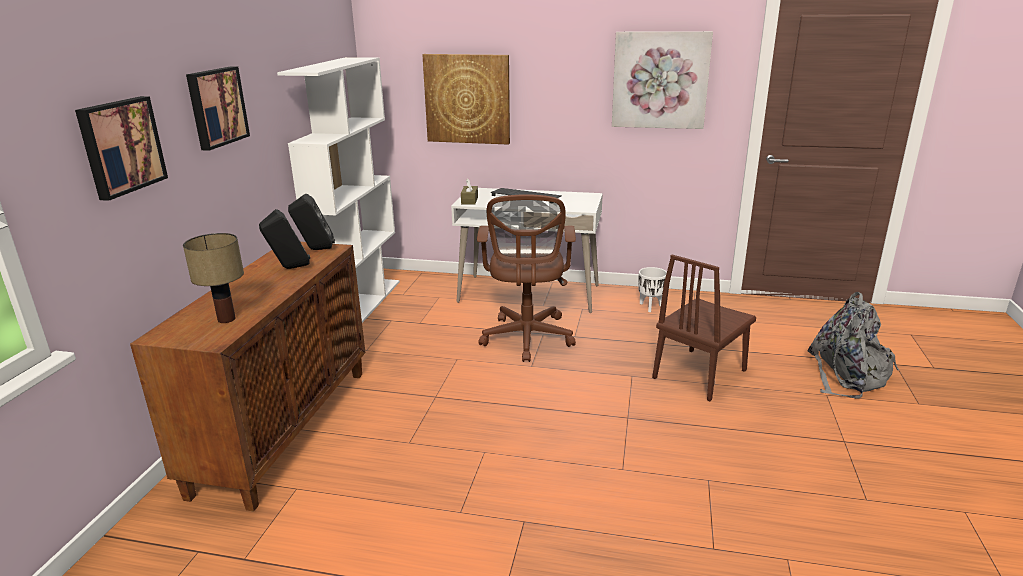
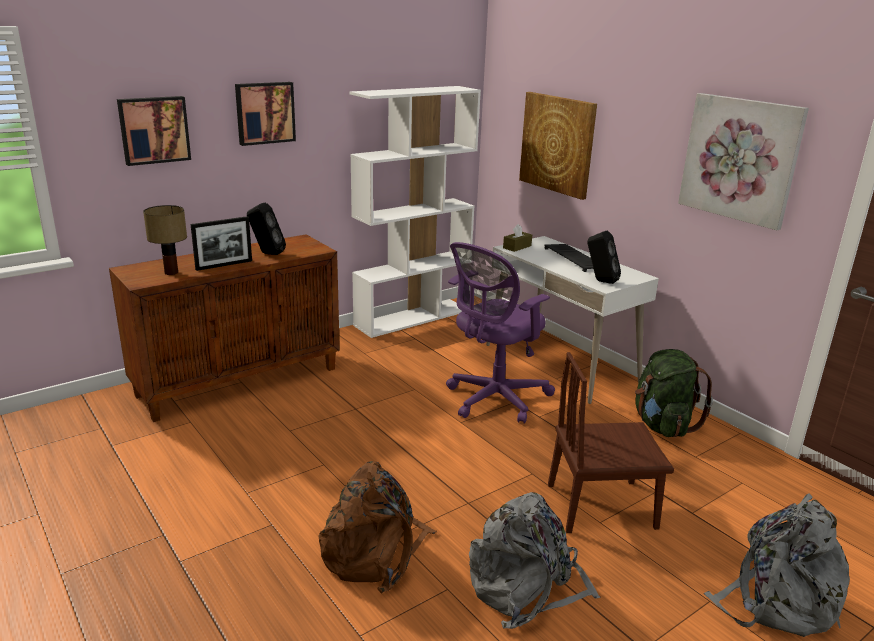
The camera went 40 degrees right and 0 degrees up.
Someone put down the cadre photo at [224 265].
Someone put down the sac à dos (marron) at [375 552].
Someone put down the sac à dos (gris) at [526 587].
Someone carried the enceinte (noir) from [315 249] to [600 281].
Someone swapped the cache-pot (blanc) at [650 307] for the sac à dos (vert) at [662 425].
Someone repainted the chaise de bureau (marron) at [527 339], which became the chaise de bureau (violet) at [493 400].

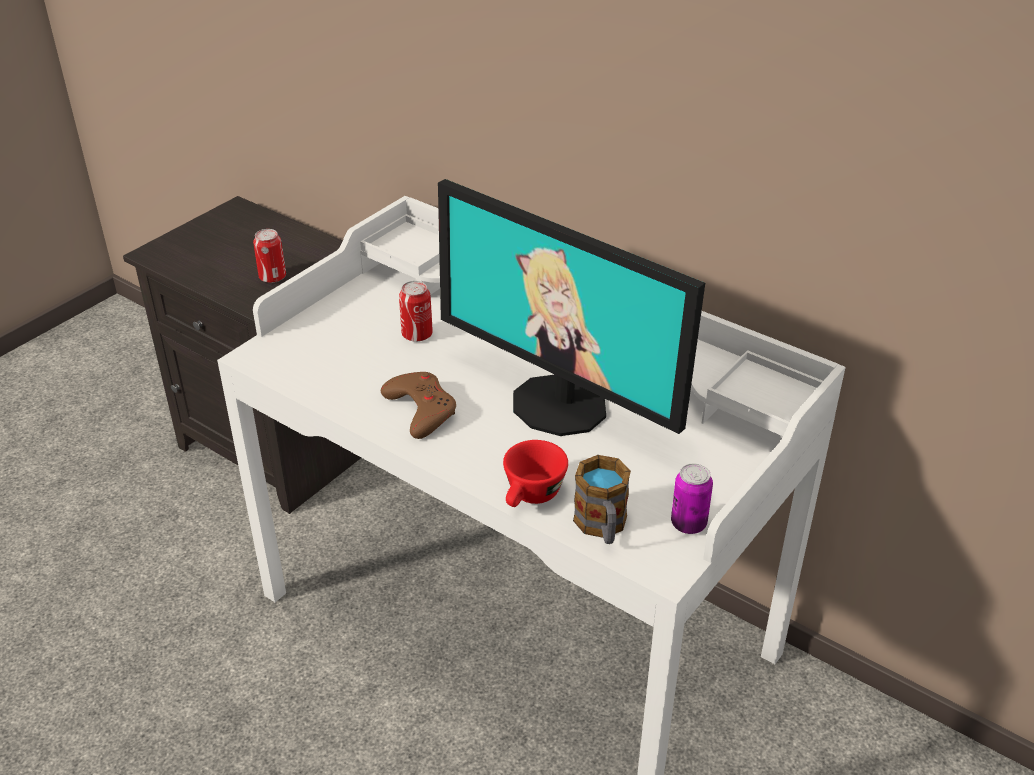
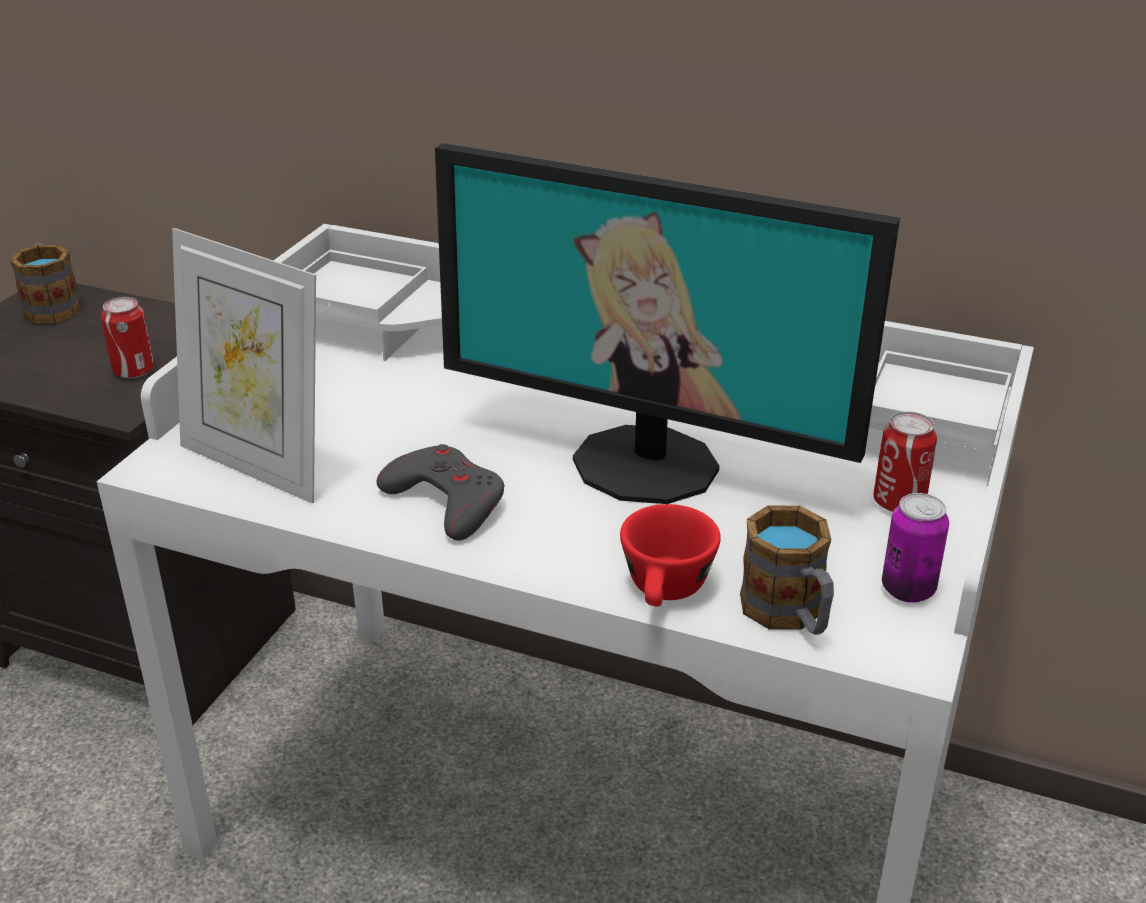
The camera went 15 degrees left and 5 degrees down.
Someone put down the mug at [52 306].
Someone put down the cadre photo at [258 464].
Someone carried the boîte métallique from [417 335] to [898 502].
Someone repainted the manette (marron) at [421 409], which became the manette (gris) at [446 500].

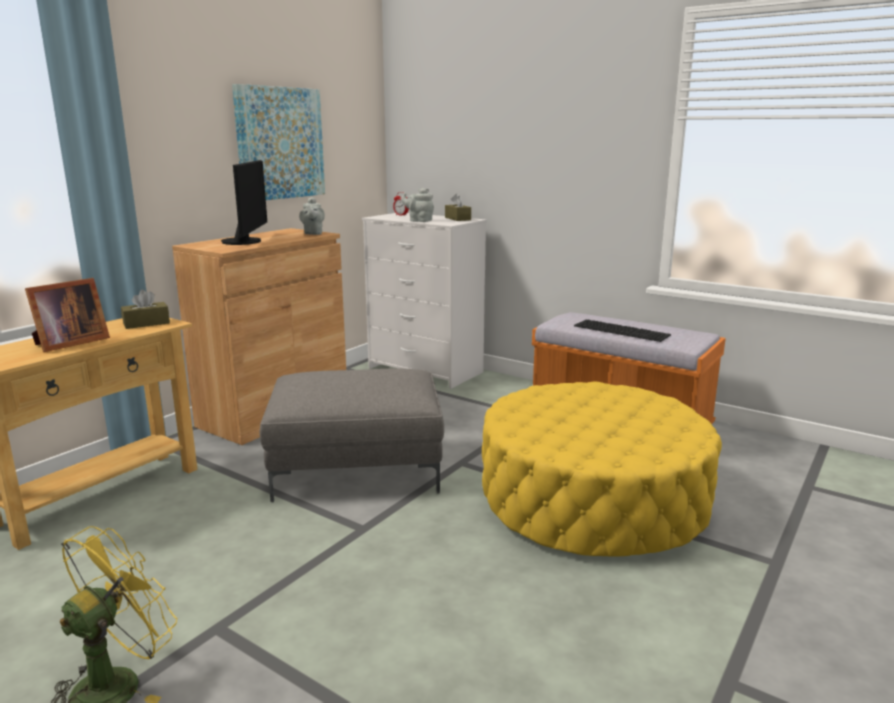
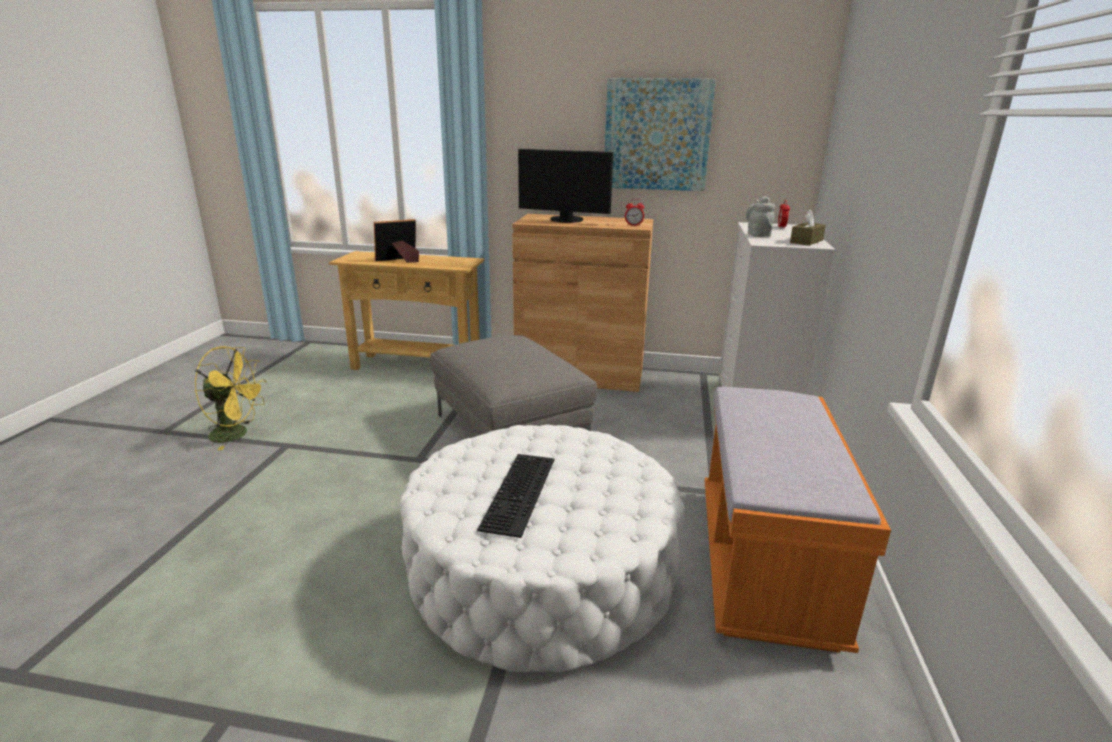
The camera went 65 degrees right and 5 degrees up.
Someone took away the boîte à mouchoirs (marron) at [146 323].
Someone carried the clavier from [622 330] to [521 493].
Someone swapped the théière (gris) at [313 233] for the réveil at [633 225].
Someone repainted the pouf (jaune) at [592 499], which became the pouf (blanc) at [541 571].
Someone rotated the cadre photo at [68 343] by 135 degrees clockwise.
Someone rotated the écran d'ordinateur at [246 241] by 45 degrees clockwise.

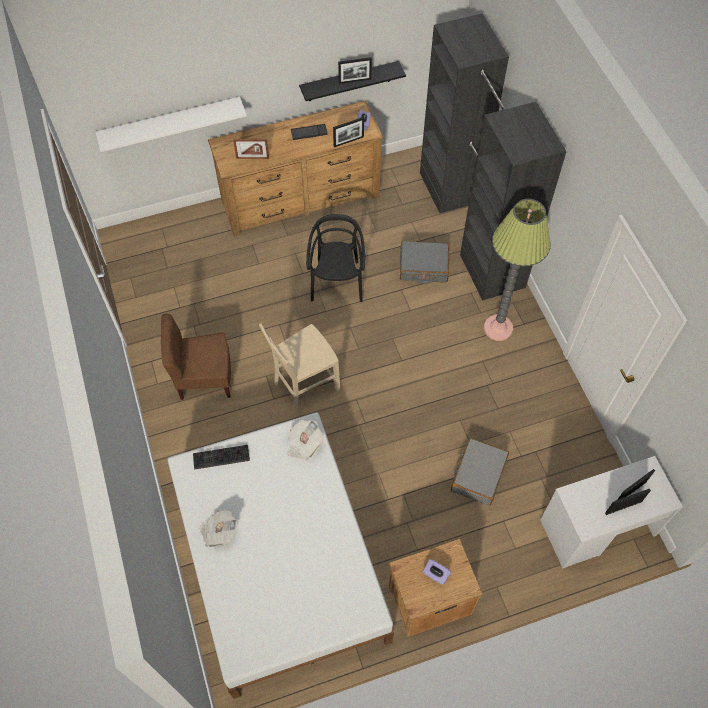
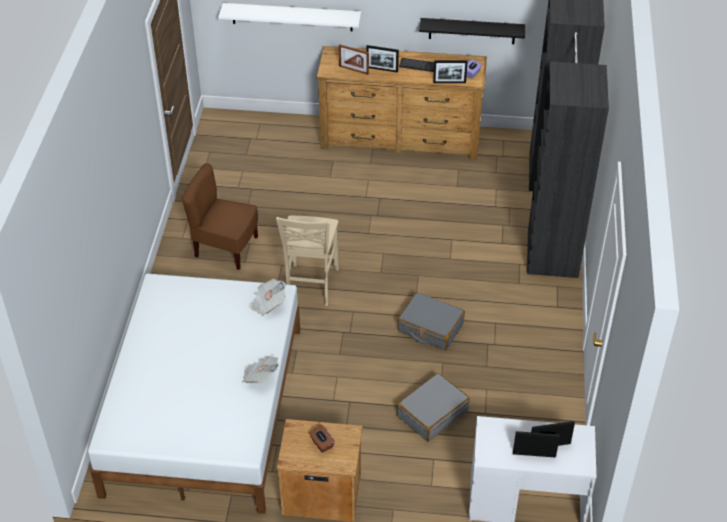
The camera went 25 degrees right and 15 degrees down.
Someone took away the clavier at [220 458].
Someone took away the chaise (noir) at [337 282].
Someone took away the lampadaire at [498 328].
Someone carried the journal from [219 532] to [260 376].
Someone carried the cadre photo from [355 81] to [382 69].
Someone carried the valise (gris) from [423 267] to [430 328].
Someone repainted the boîte à mouchoirs (violet) at [435 574], which became the boîte à mouchoirs (marron) at [322 444].
Someone rotated the chaise (beige) at [304 387] by 75 degrees counterclockwise.

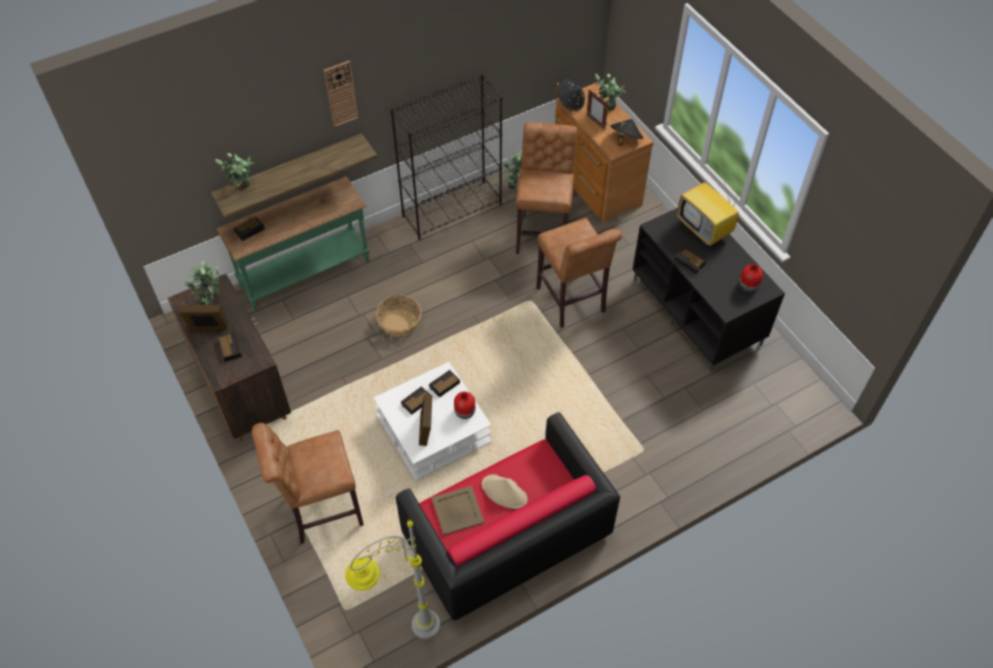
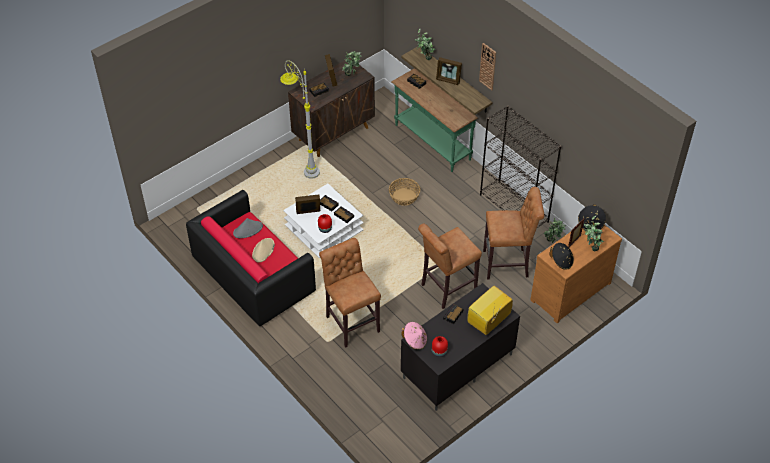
The camera went 80 degrees right and 5 degrees down.
Someone put down the chapeau (rose) at [415 341].
Someone put down the cadre photo at [448 80].
Someone carried the tabouret (marron) from [320 511] to [351 322].
Someone carried the lampadaire (gris) from [404 637] to [303 165].
Someone swapped the plateau (beige) at [457 510] for the chapeau (gris) at [248 230].

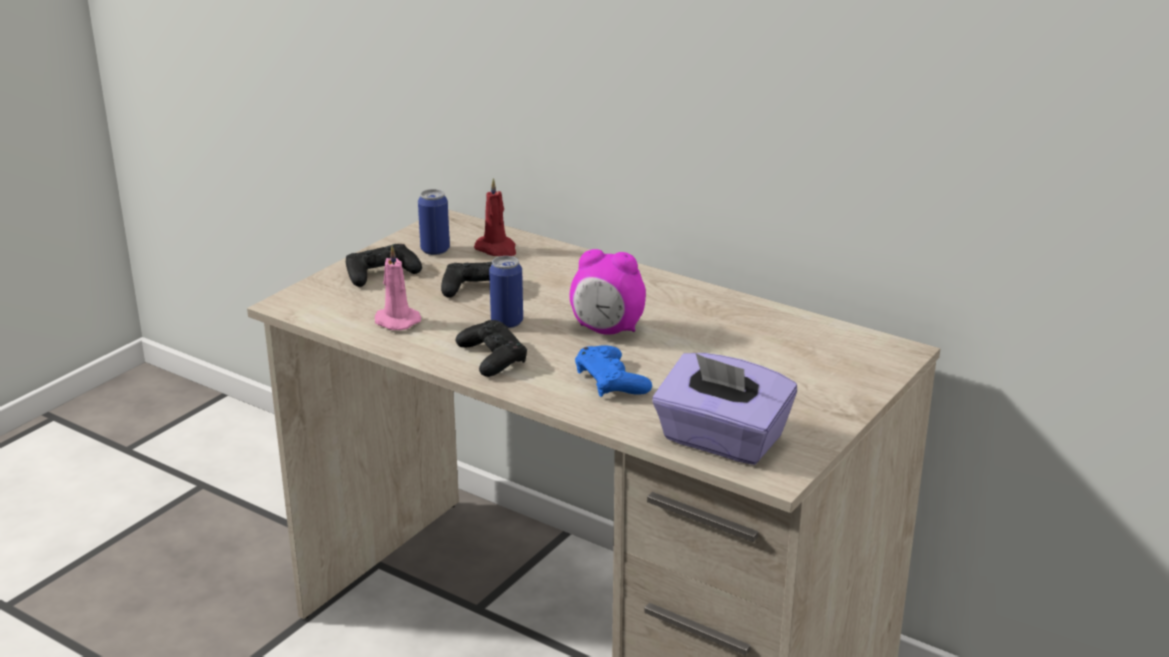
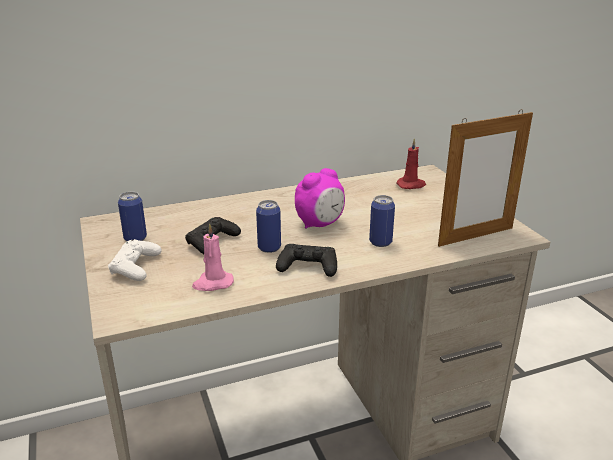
The camera went 55 degrees left and 0 degrees up.
Someone carried the bougie (rouge) from [497 249] to [411 185].
Someone swapped the manette (bleu) at [611 381] for the boîte métallique at [380 242].
Someone swapped the boîte à mouchoirs (violet) at [721 441] for the cadre photo at [476 236].
Someone repainted the manette (noir) at [381 274], which became the manette (blanc) at [136 266].

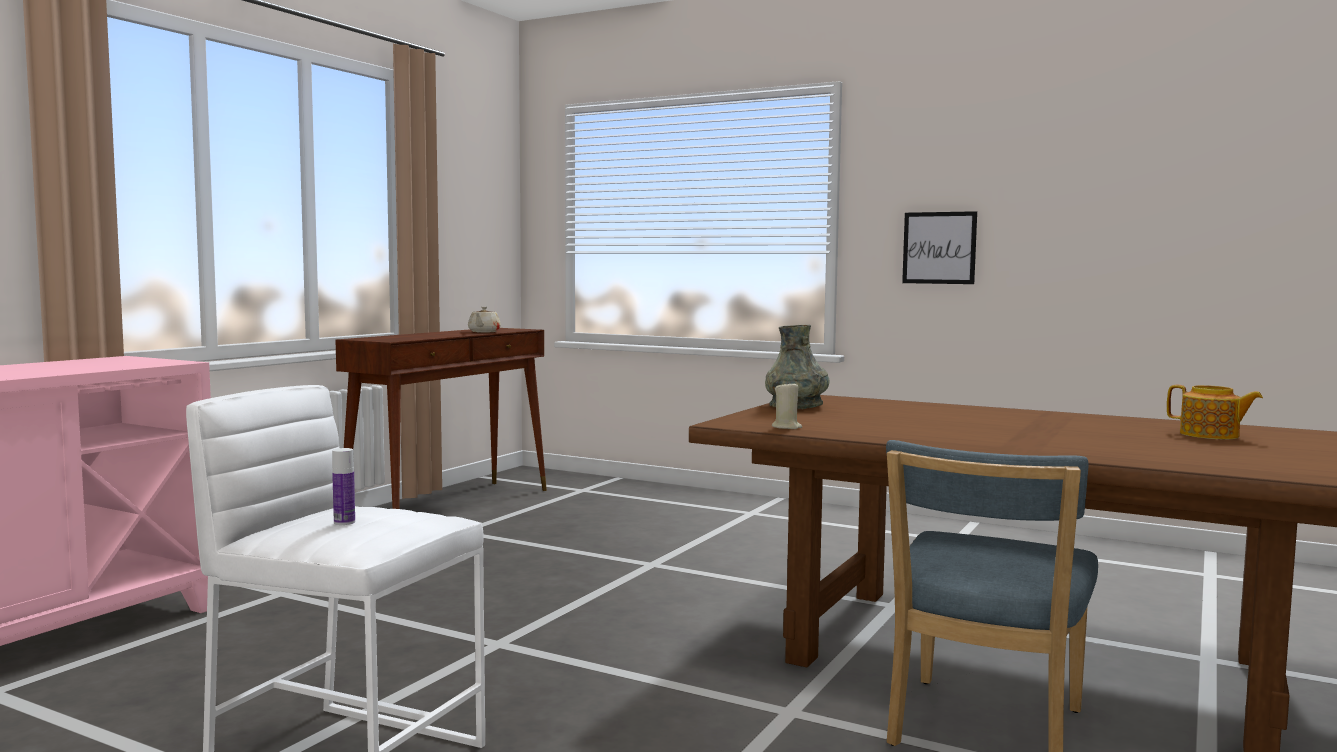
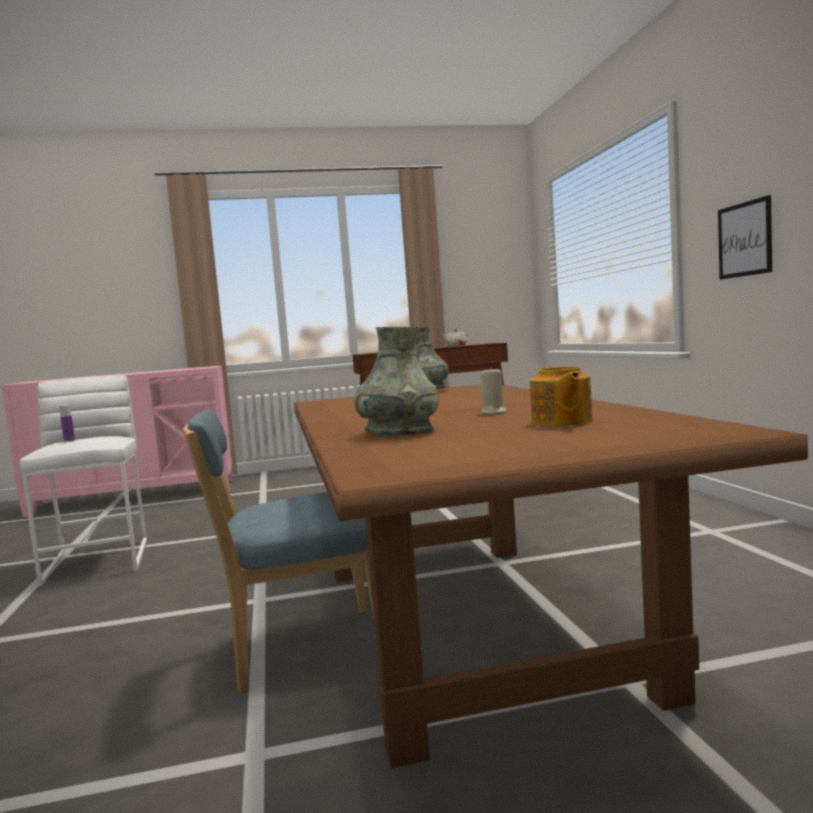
The camera went 50 degrees right and 0 degrees up.
Someone put down the vase (gris) at [399 432].
Someone carried the bougie (beige) from [786 427] to [494 412].

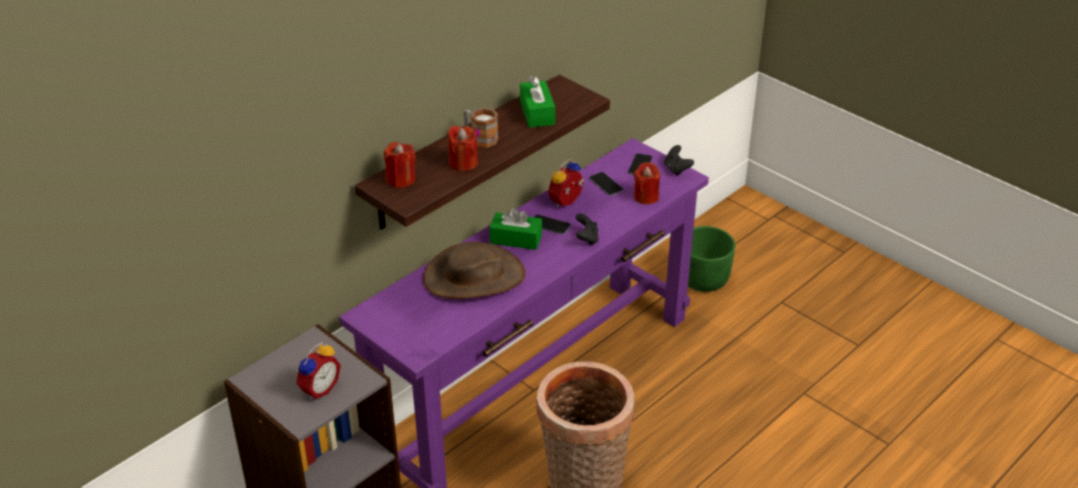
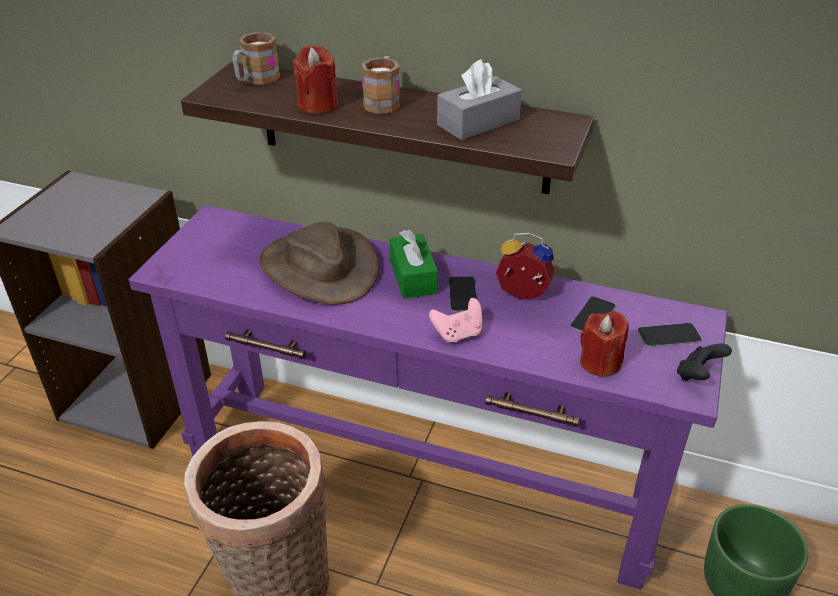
The camera went 65 degrees right and 0 degrees up.
Someone took away the réveil at [318 389].
Someone swapped the bougie (rouge) at [401 179] for the mug at [256 80].
Someone repainted the boîte à mouchoirs (vert) at [537 113], which became the boîte à mouchoirs (gris) at [478 122].
Someone repainted the manette (noir) at [586 238], which became the manette (rose) at [458 334].

